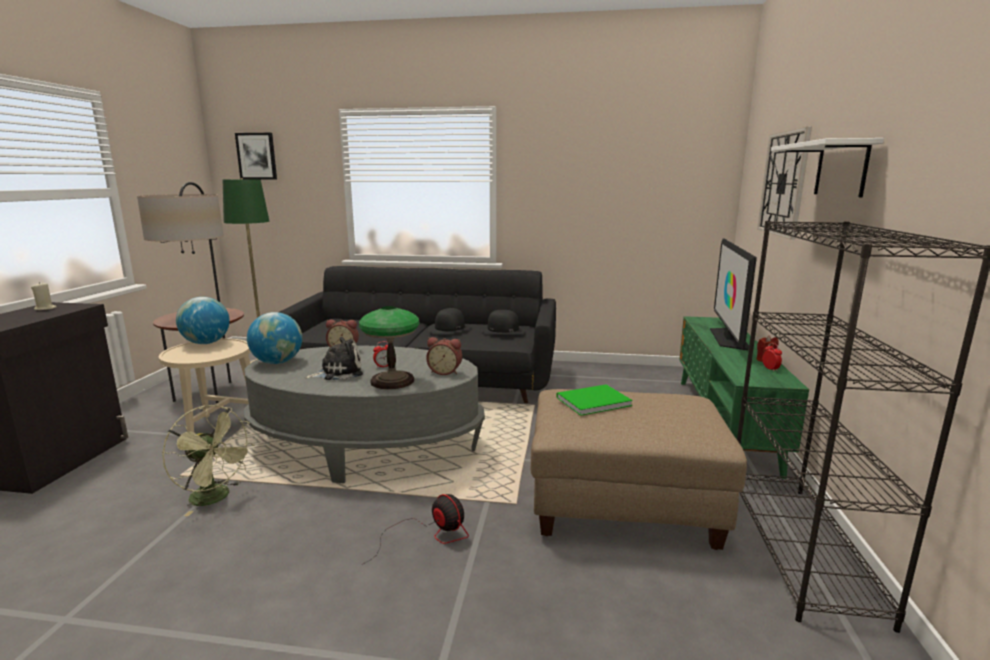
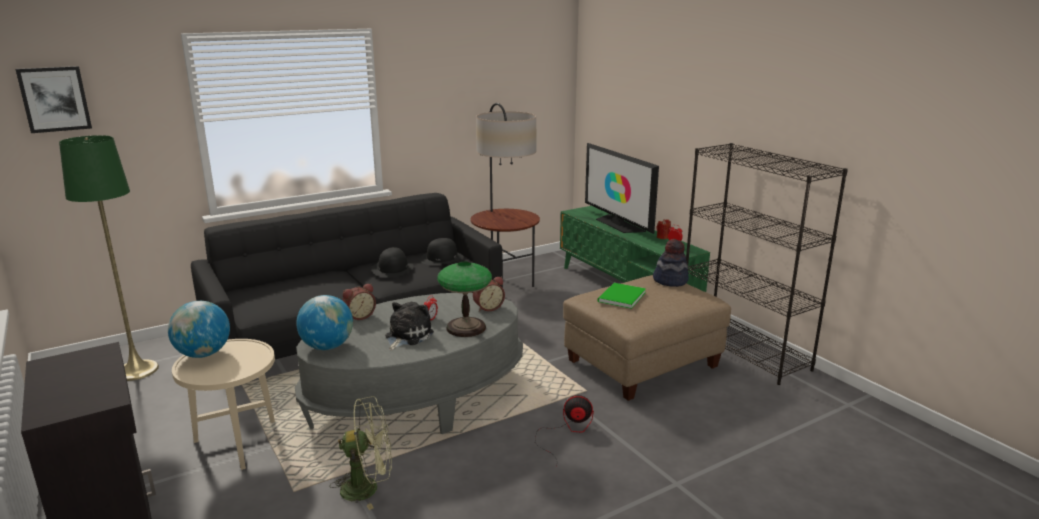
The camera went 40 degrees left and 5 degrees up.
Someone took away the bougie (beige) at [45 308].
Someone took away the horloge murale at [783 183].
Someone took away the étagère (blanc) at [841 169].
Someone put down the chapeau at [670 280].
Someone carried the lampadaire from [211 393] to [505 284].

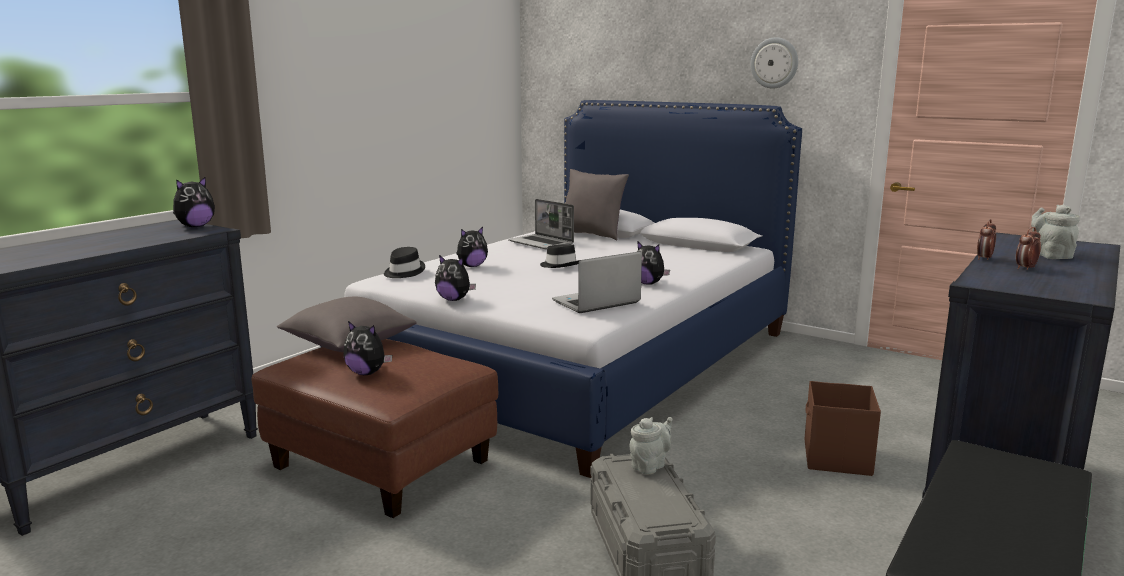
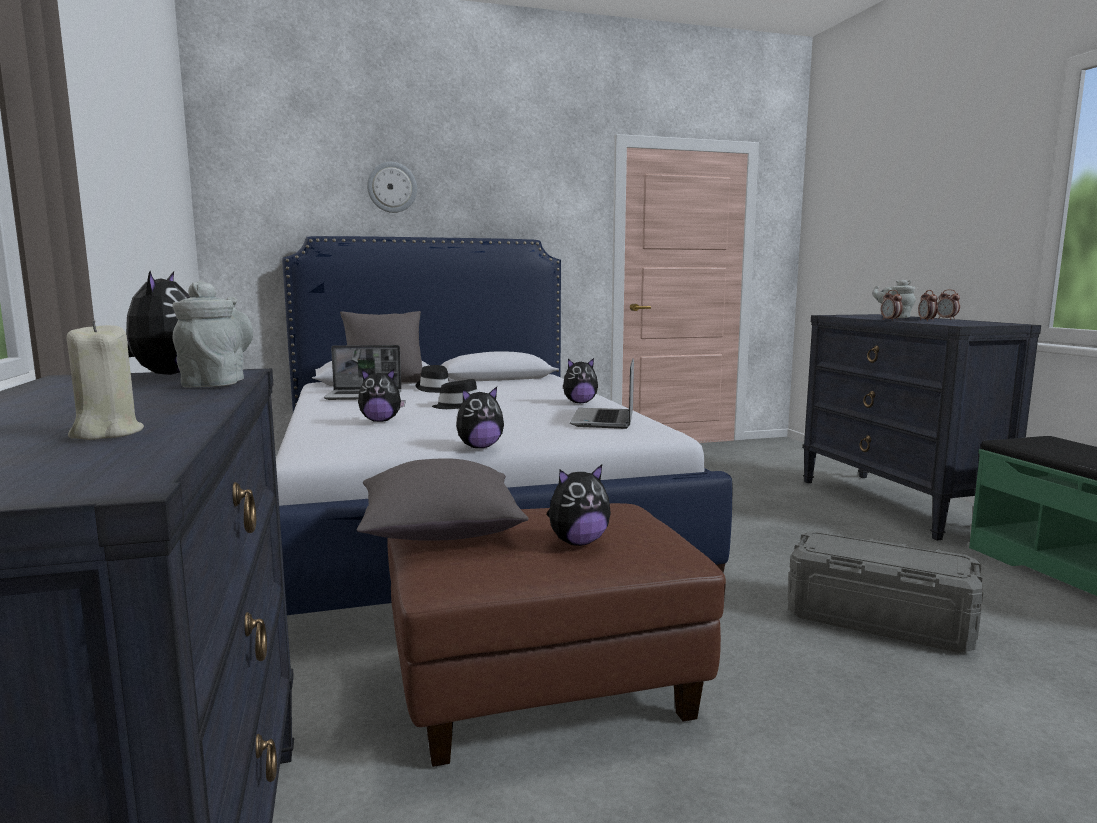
The camera went 50 degrees left and 5 degrees down.
Someone took away the boîte de rangement (marron) at [836 458].
Someone put down the bougie (beige) at [106 433].
Someone put down the réveil at [946 319].
Someone carried the chapeau (noir) from [403 272] to [435 389].
Someone carried the théière (gris) from [650 465] to [216 383].
Someone carried the horloge murale from [774 63] to [392 187].
Someone rotated the peluche at [472 266] by 75 degrees clockwise.

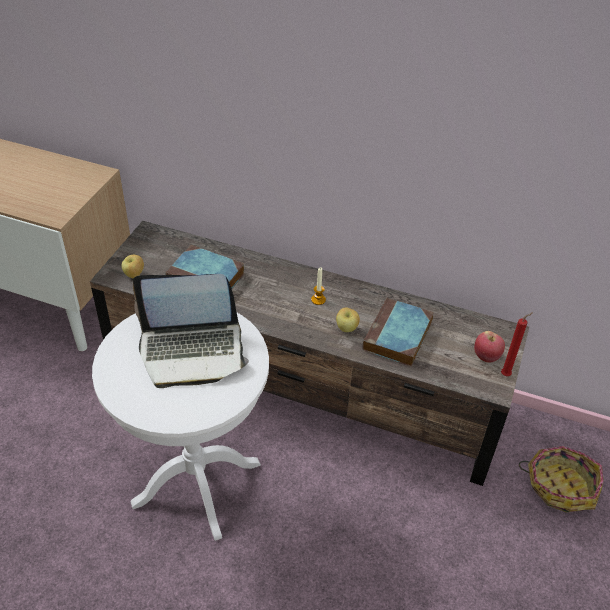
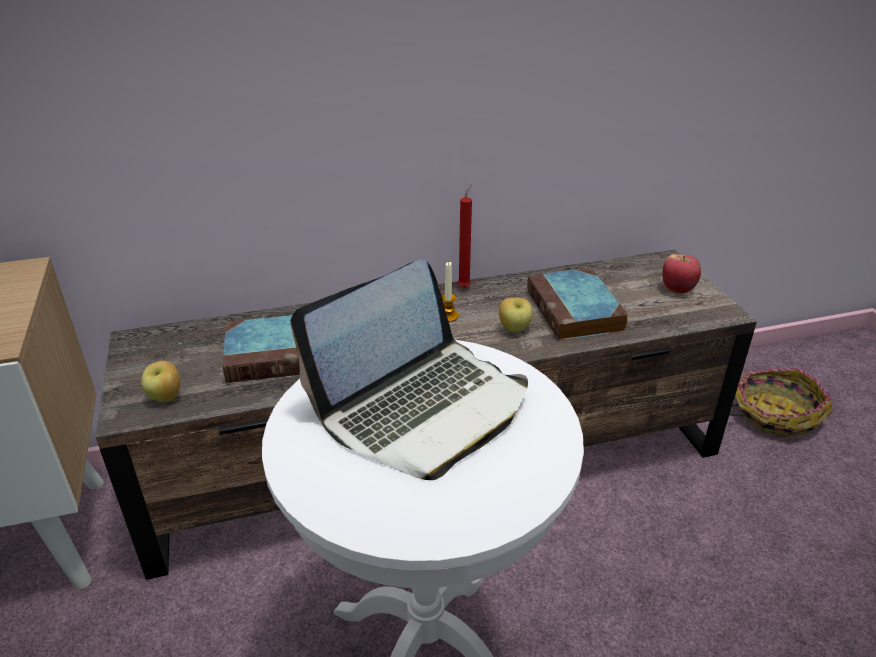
The camera went 35 degrees left and 10 degrees down.
Someone carried the bougie (rouge) from [507 374] to [465 287].

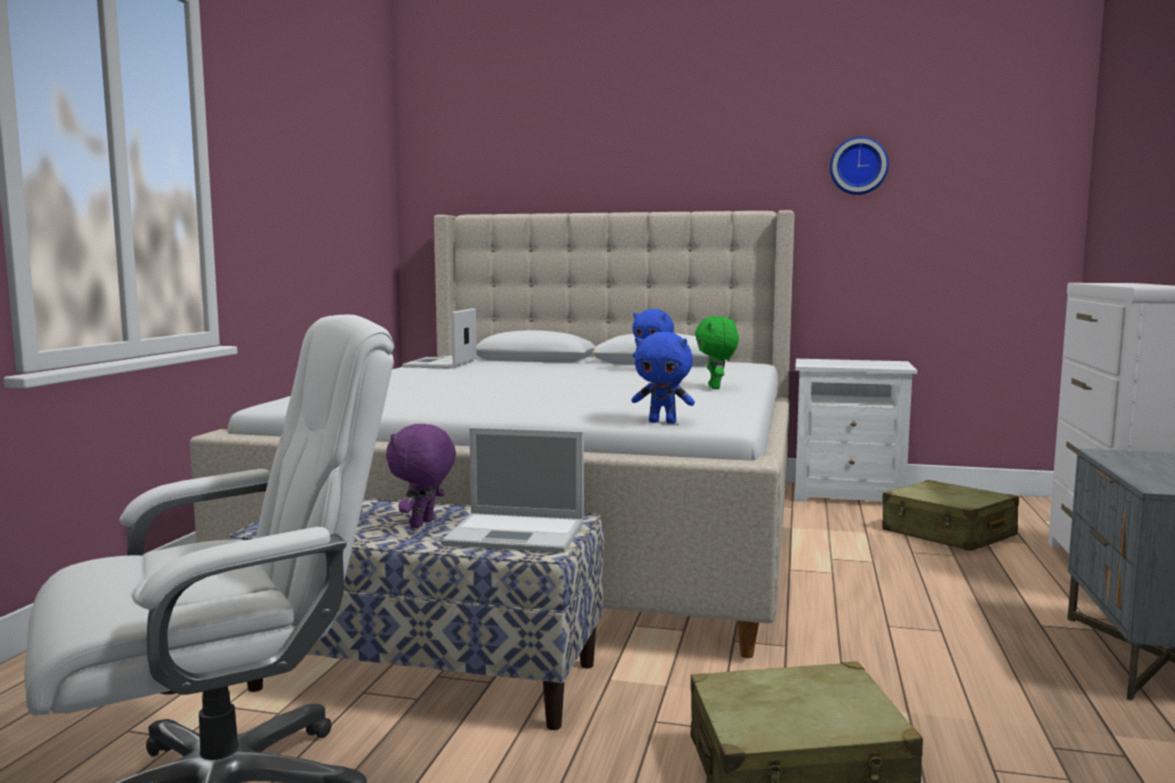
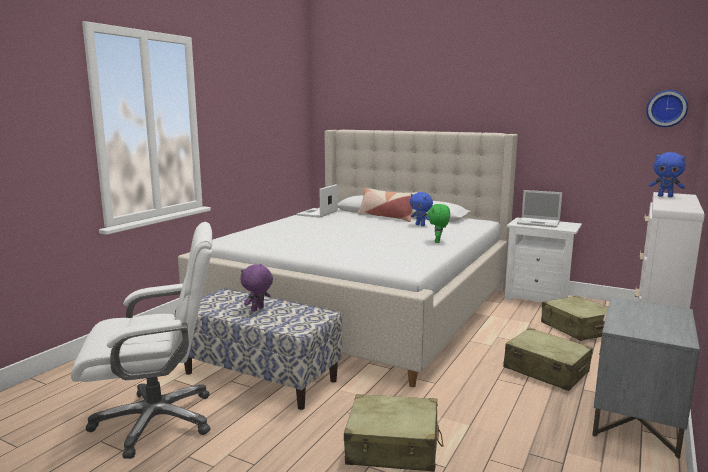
The camera went 15 degrees right and 5 degrees up.
Someone put down the coussin at [386 217].
Someone put down the valise (beige) at [546 370].
Someone carried the ordinateur portable from [518 534] to [539 223].
Someone carried the peluche (bleu) from [663 422] to [665 196].
Someone carried the horloge murale from [858 166] to [666 108].

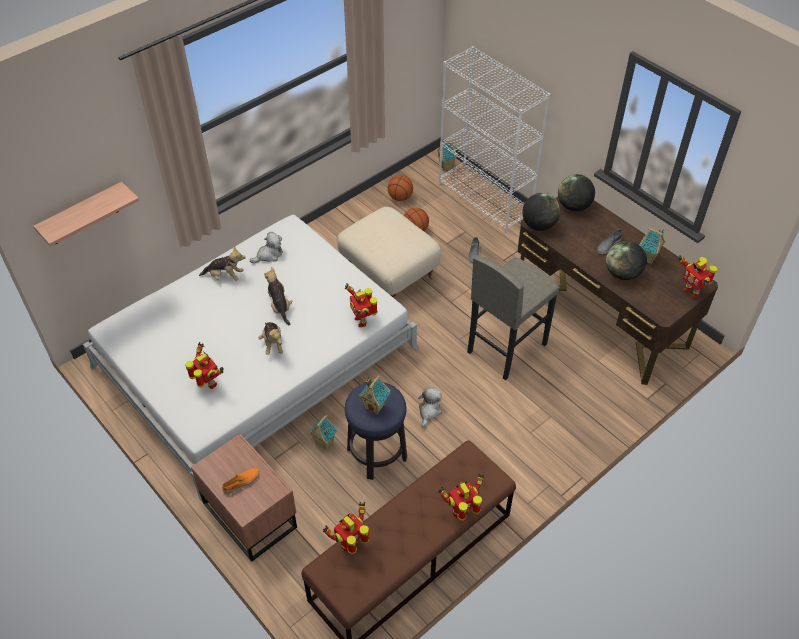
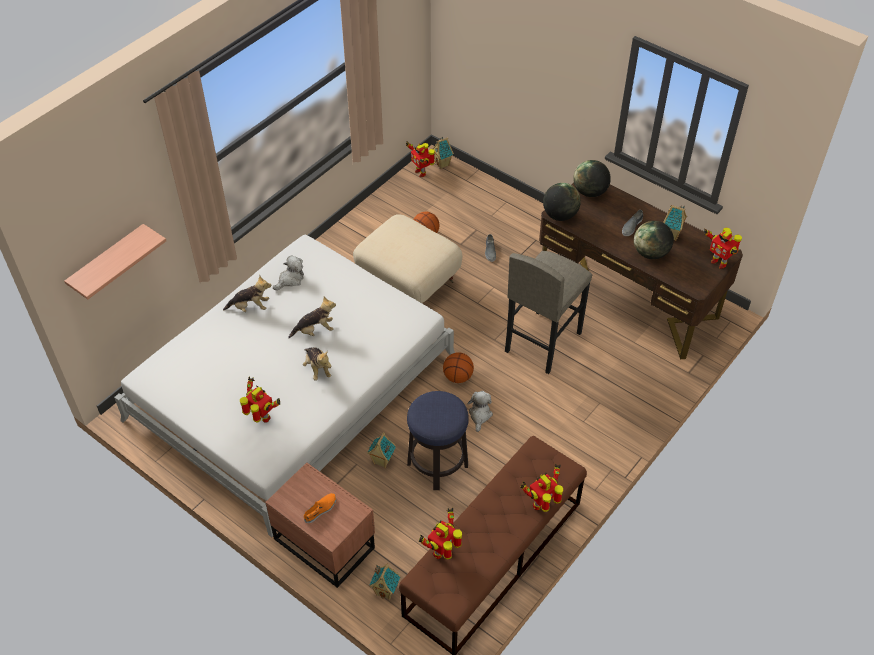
The camera went 10 degrees left and 0 degrees up.
Someone took away the bibliothèque (blanc) at [485 199].
Someone carried the robot jouet from [361 320] to [421 172].
Someone carried the maison miniature from [375 406] to [386 591].
Someone carried the ballon de basket from [400 197] to [458 377].
Someone rotated the peluche at [280 306] by 105 degrees clockwise.

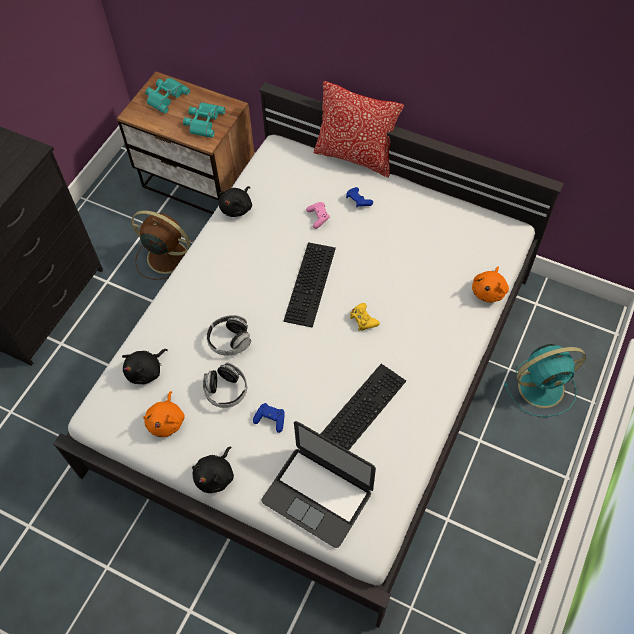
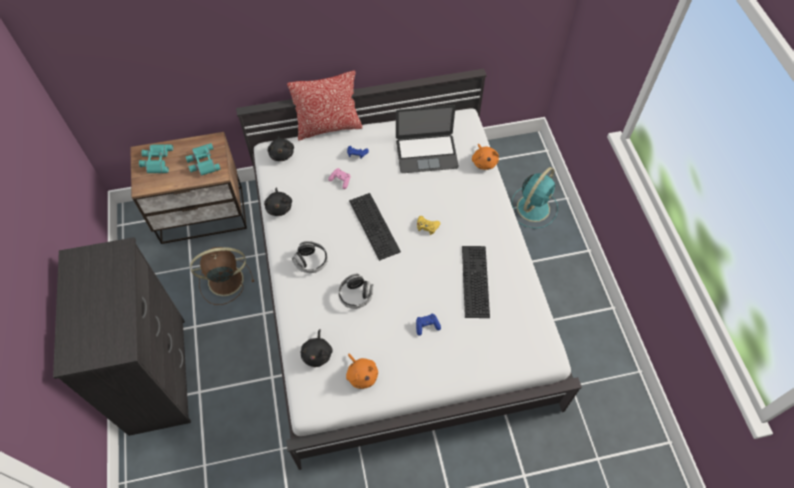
The camera went 40 degrees left and 0 degrees up.
Someone carried the peluche (noir) from [216 475] to [282 154].
Someone carried the casque audio from [226 391] to [311 261].
Someone carried the ordinateur portable from [317 495] to [426 153].

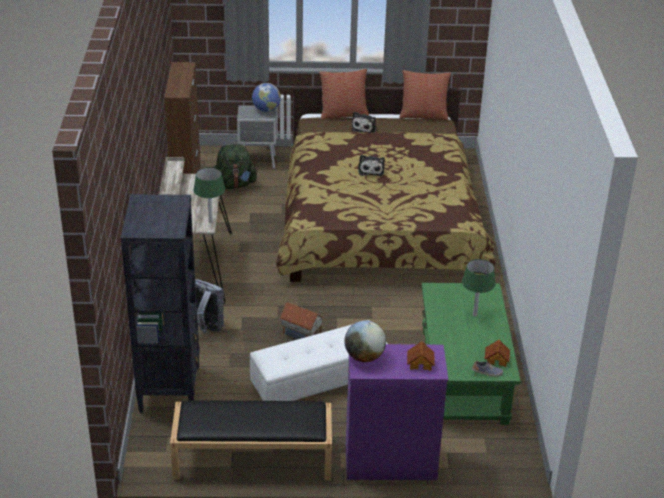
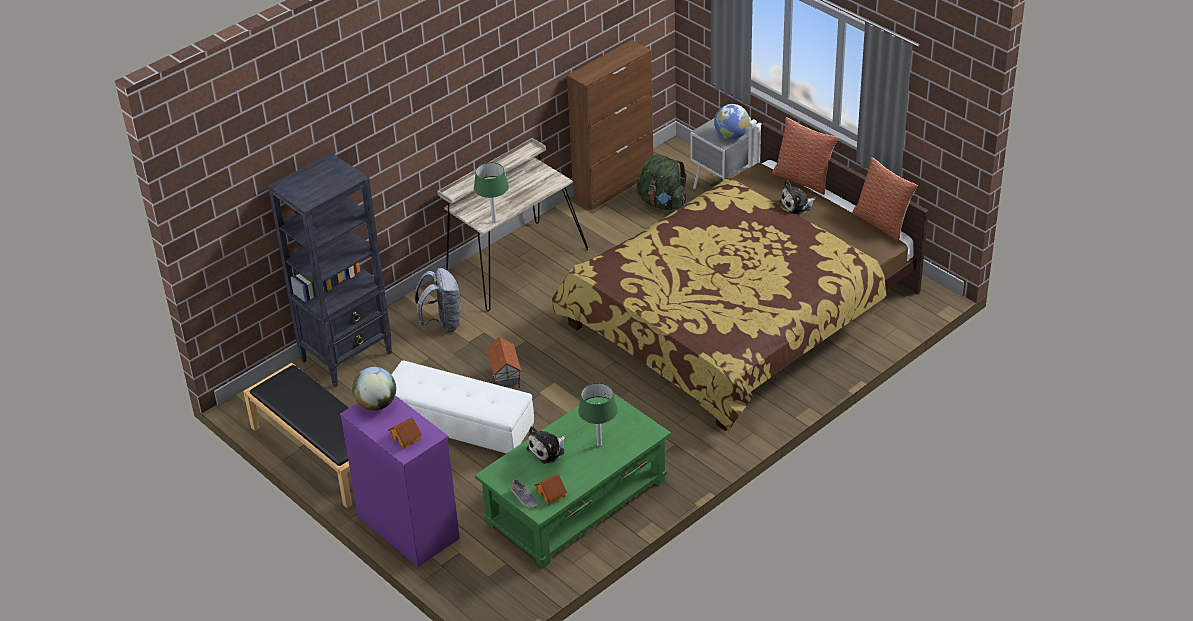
The camera went 50 degrees right and 5 degrees up.
Someone carried the peluche from [371 170] to [548 450].

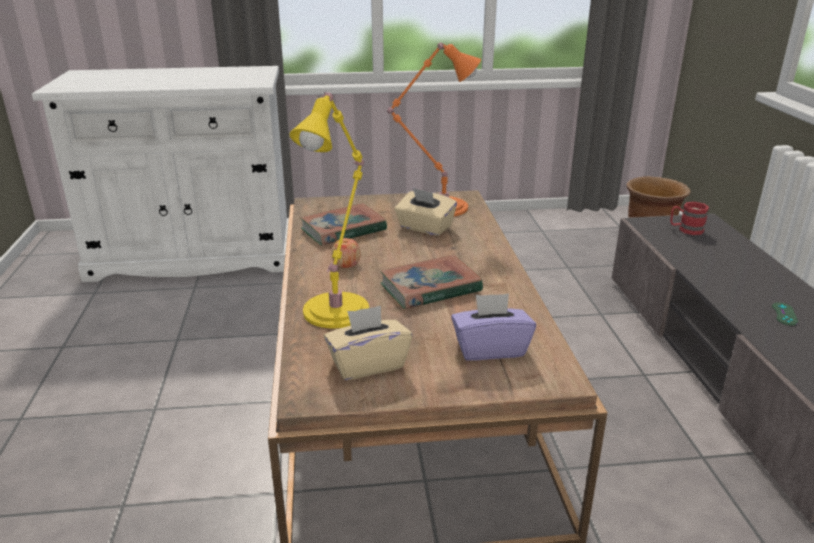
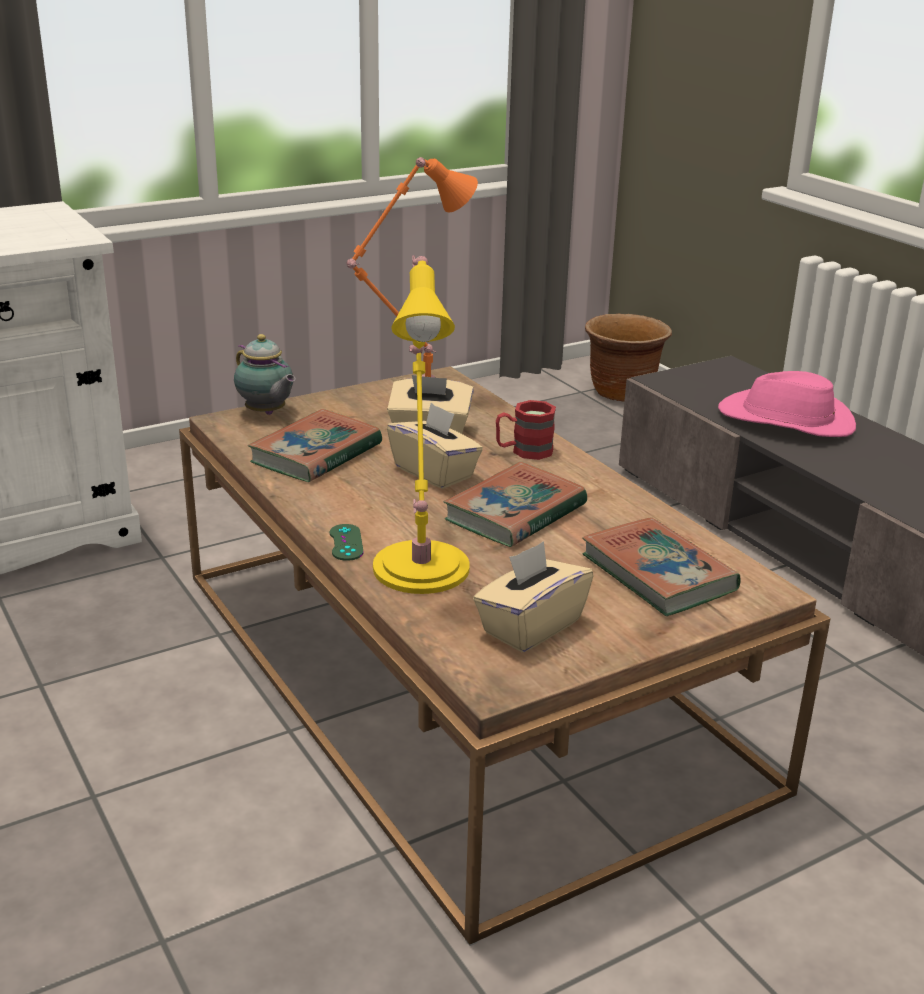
The camera went 25 degrees left and 0 degrees up.
Someone took away the pomme at [346 264].
Someone put down the théière at [266 413].
Someone put down the boîte à mouchoirs (beige) at [434 472].
Someone put down the chapeau (rose) at [786 420].
Someone carried the mug (rouge) from [685 229] to [524 451].
Someone carried the manette (vert) from [784 314] to [346 542].
Someone swapped the boîte à mouchoirs (violet) at [490 349] for the livre at [658 574].

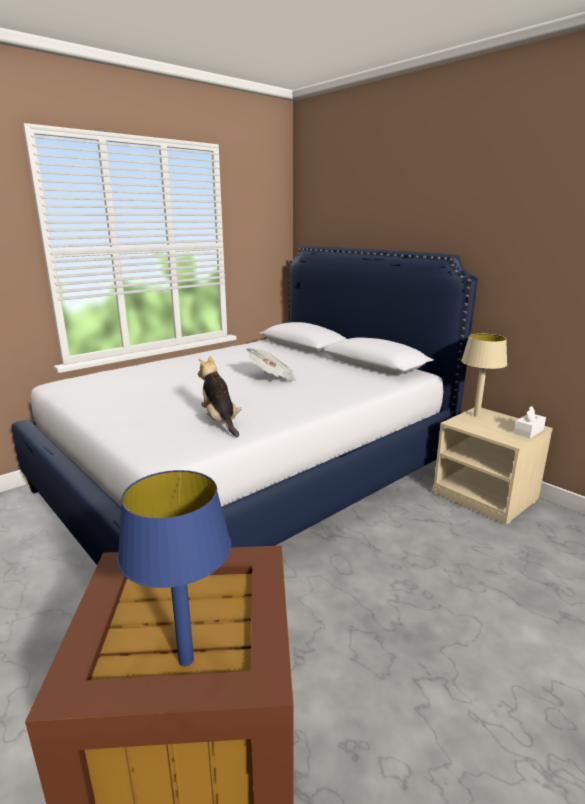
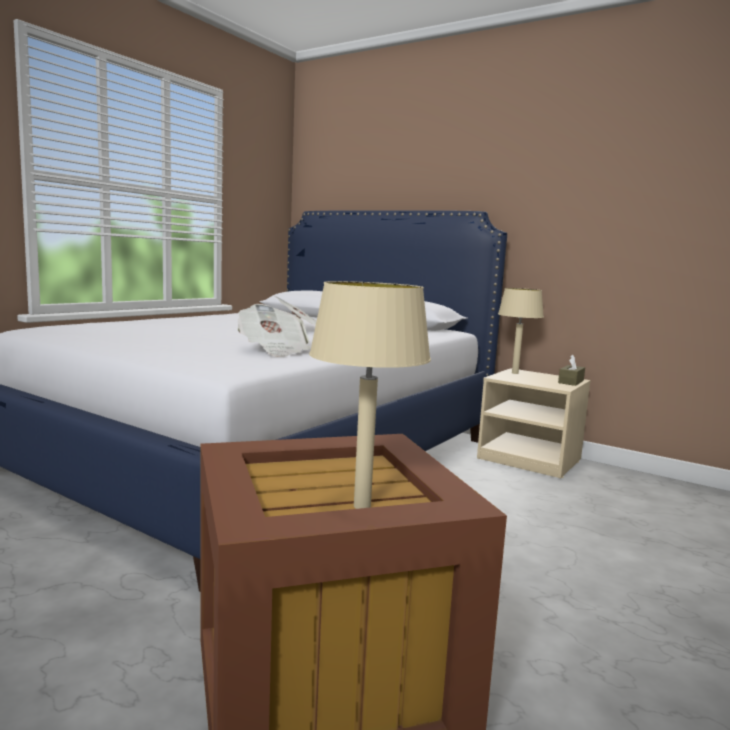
The camera went 15 degrees left and 10 degrees down.
Someone swapped the peluche at [220 421] for the journal at [273 350].
Someone repainted the lampe de table (bleu) at [186 659], which became the lampe de table (beige) at [361 506].
Someone repainted the boîte à mouchoirs (blanc) at [528 431], which became the boîte à mouchoirs (marron) at [571 382].

